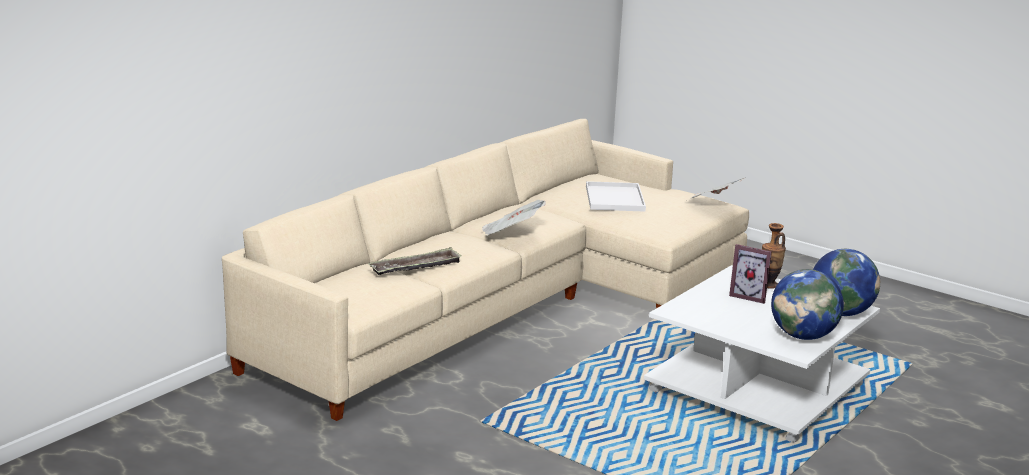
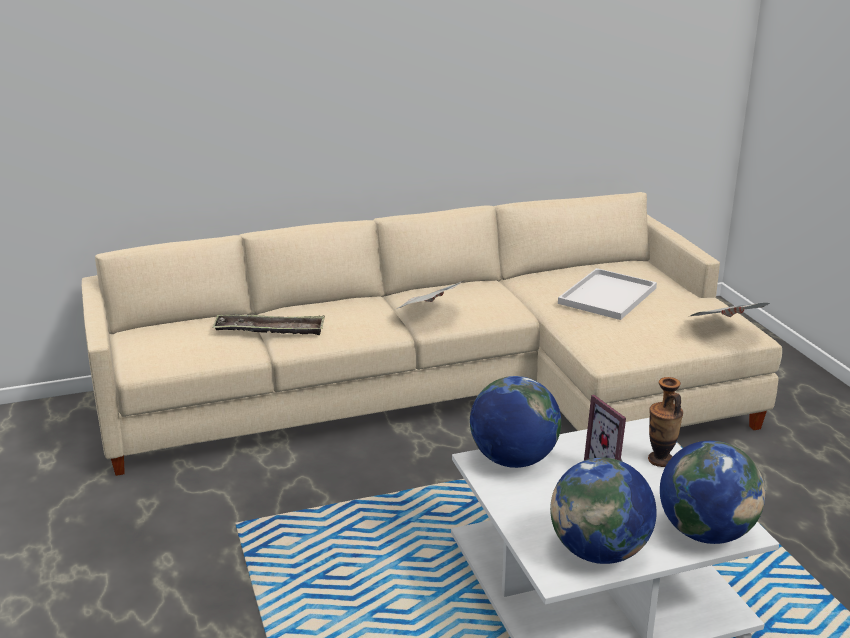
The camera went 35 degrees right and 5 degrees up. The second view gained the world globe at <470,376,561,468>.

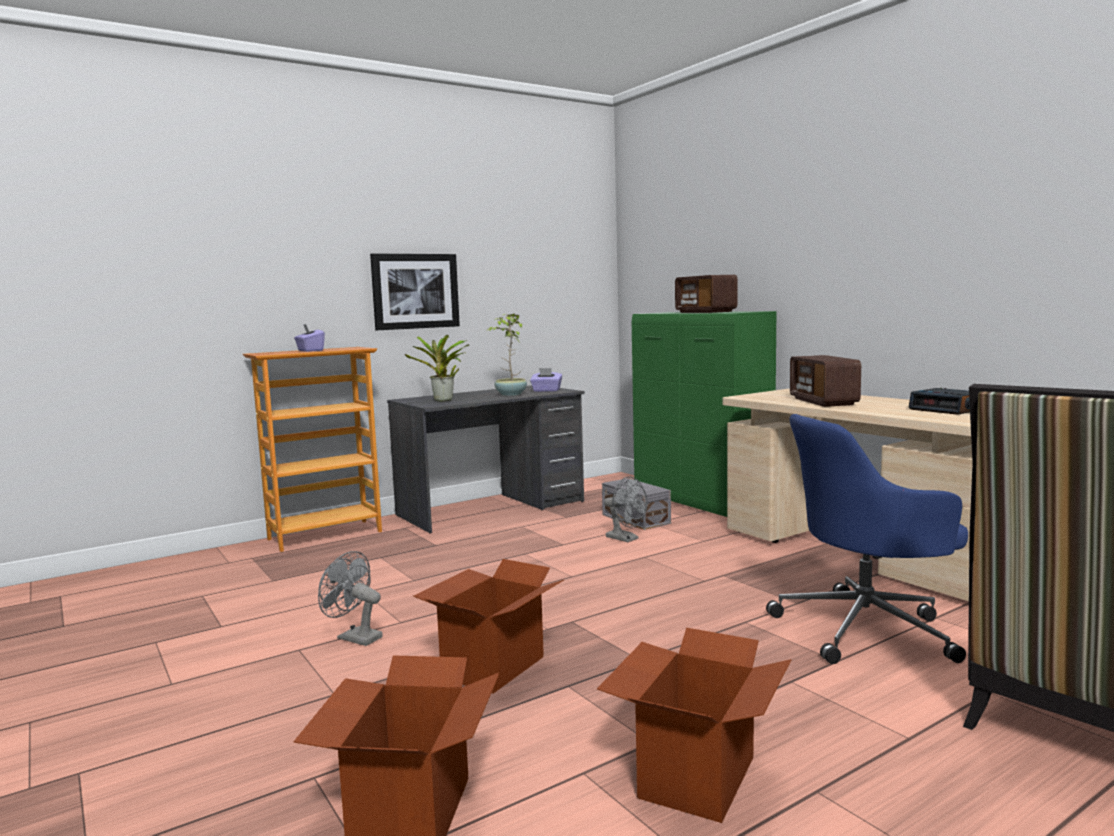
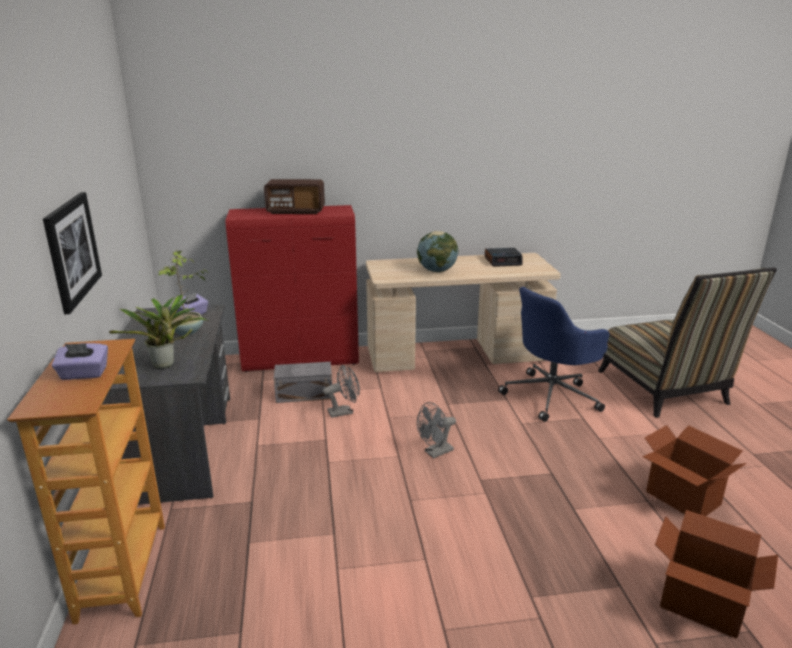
The camera went 65 degrees left and 15 degrees up. What was the green cupboard at <632,311,776,517> turned into the red cupboard at <225,205,359,372>. Where the radio receiver stood at <790,355,861,407>, the world globe came to stand at <417,231,458,272>. The greyish fan ended up elsewhere, having gone from <318,551,383,646> to <417,402,456,458>. The bluish desk chair at <766,414,968,664> ended up facing another way, 45 degrees clockwise from before. The second view lost the cardboard box at <413,559,564,694>.

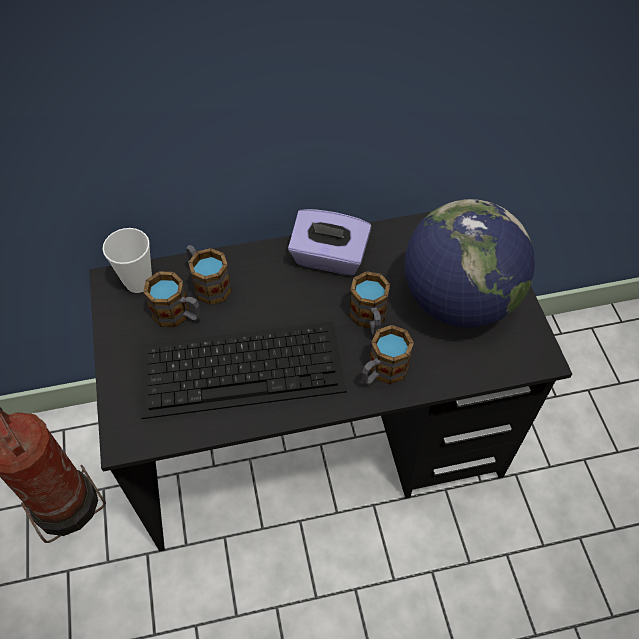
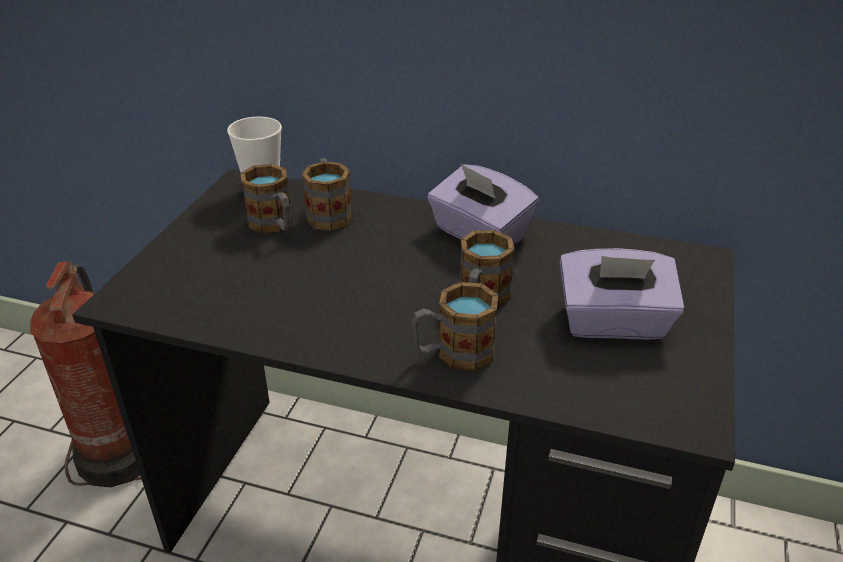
The camera went 30 degrees right and 20 degrees down. Where the world globe stood at <405,199,535,328>, the purple-coloured tissue holder came to stand at <559,248,684,340>. The second view lost the keyboard at <140,322,347,419>.

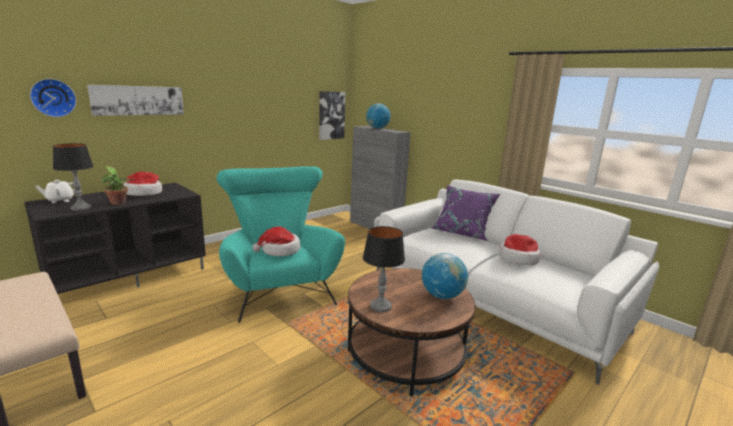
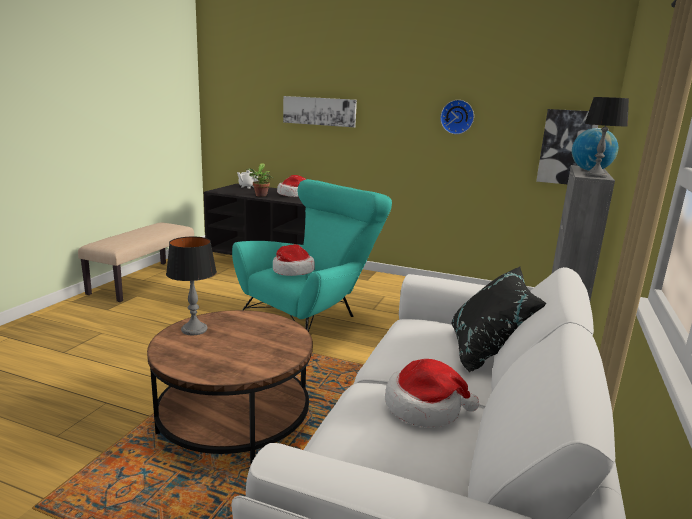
The camera went 65 degrees right and 0 degrees up. The wall clock ended up elsewhere, having gone from <30,79,76,117> to <440,100,474,134>. What was the purple-coloured pillow at <432,185,500,241> turned into the blackish pillow at <451,267,547,372>. The tabletop lamp ended up elsewhere, having gone from <53,143,94,211> to <584,97,629,178>. The second view lost the world globe at <422,253,468,299>.

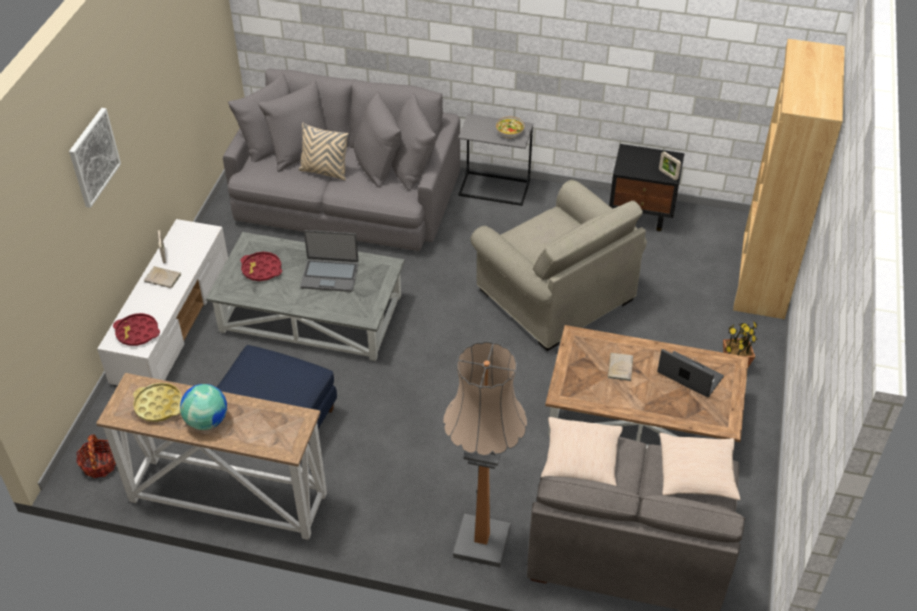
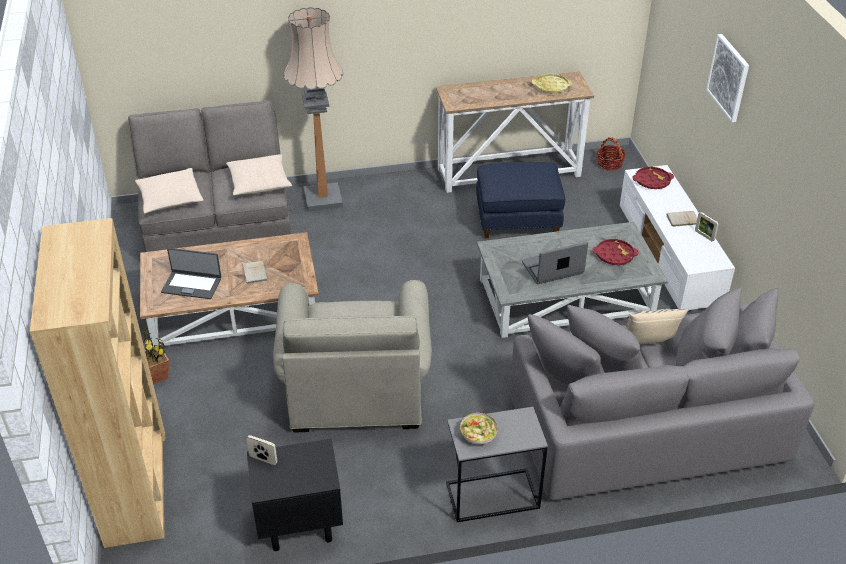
The camera went 155 degrees right and 5 degrees down. The beige easy chair at <471,180,647,351> ended up facing another way, 120 degrees counterclockwise from before. The second view lost the world globe at <180,384,227,430>.

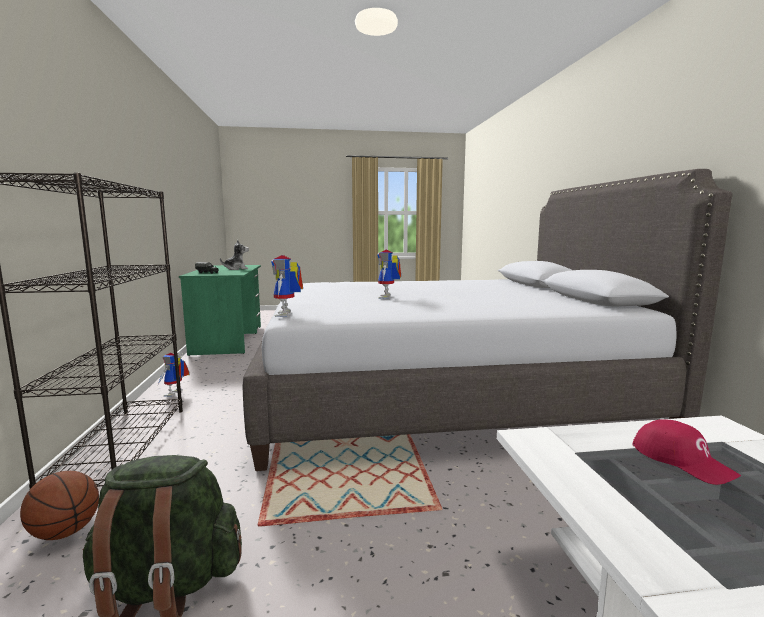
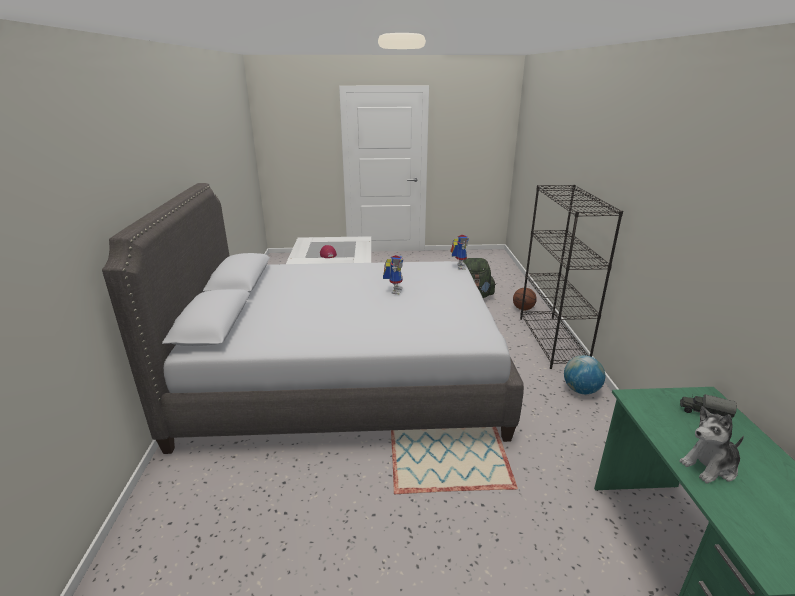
The camera went 175 degrees left and 15 degrees up. Where the toy robot stood at <158,352,190,397>, the world globe came to stand at <564,355,605,394>.

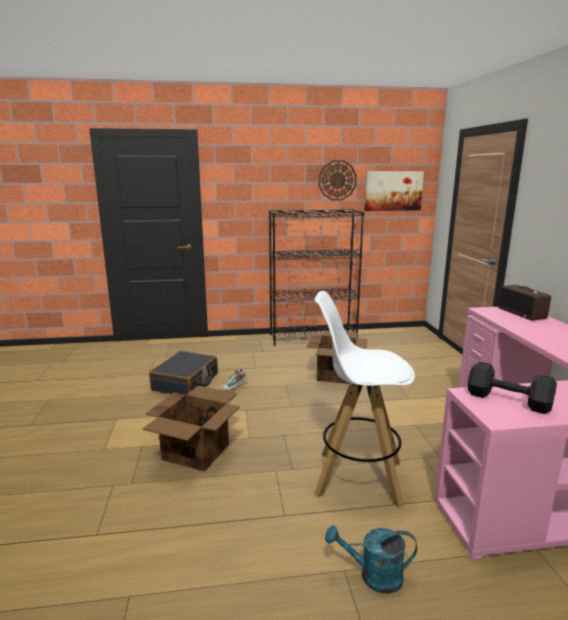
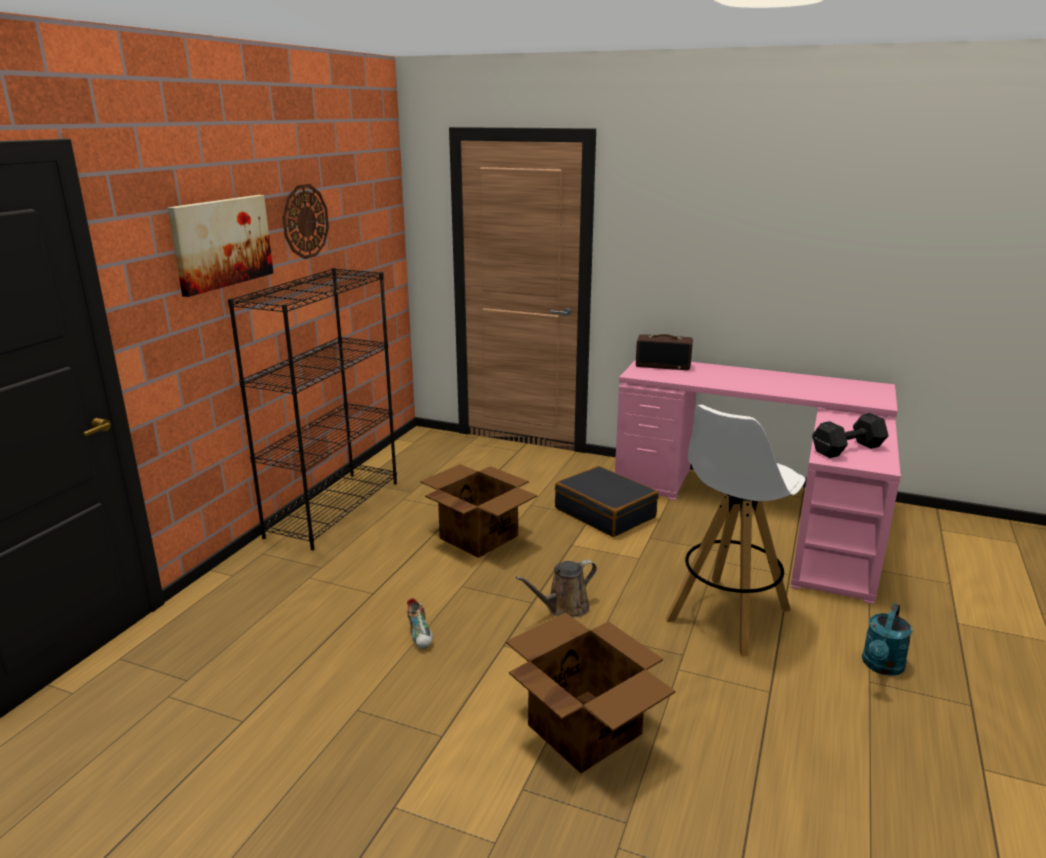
The camera went 60 degrees left and 5 degrees up. The picture ended up elsewhere, having gone from <364,171,424,211> to <168,195,273,297>. The second view gained the brown-coloured watering pot at <516,559,597,618>. The blackish piece of luggage ended up elsewhere, having gone from <149,351,218,395> to <555,466,659,537>.

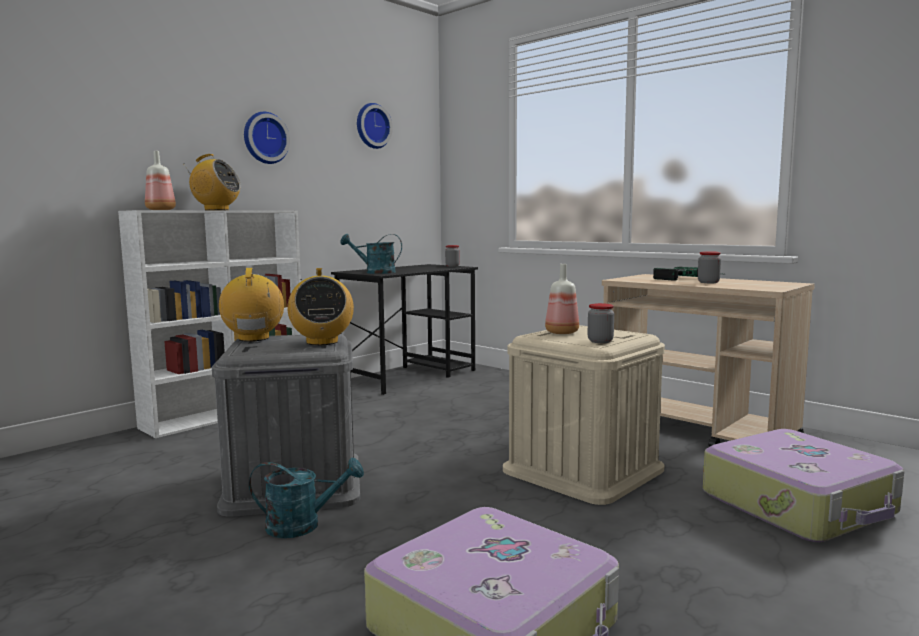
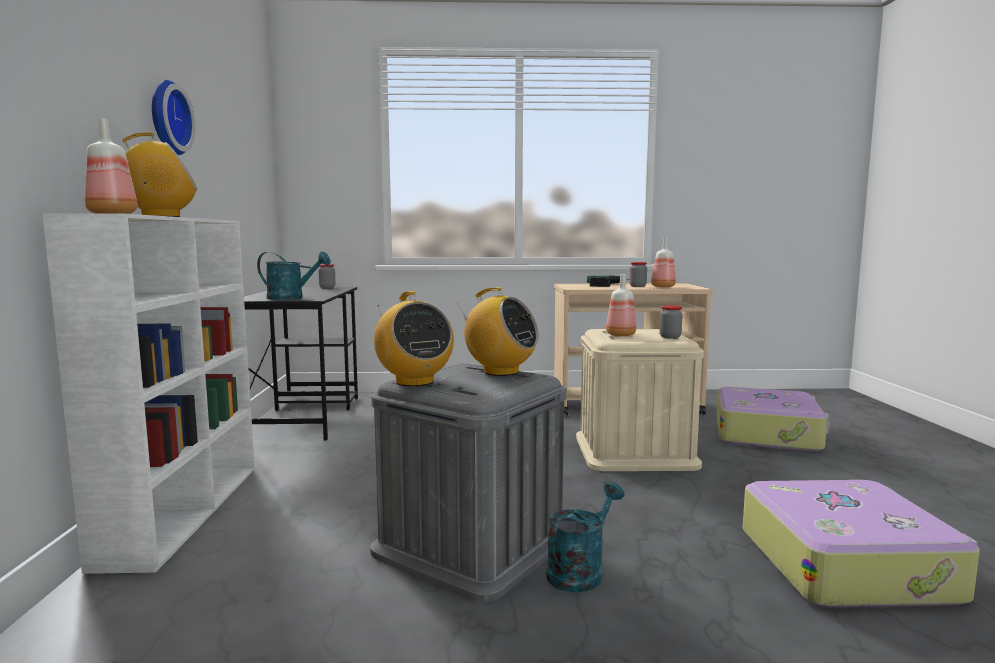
The camera went 45 degrees left and 0 degrees up. The blue-green watering pot at <340,234,402,274> ended up facing another way, 135 degrees counterclockwise from before. The radio receiver at <219,268,284,342> ended up facing another way, 150 degrees counterclockwise from before. The second view gained the drink bottle at <651,238,676,288>. The second view lost the wall clock at <357,103,393,149>.

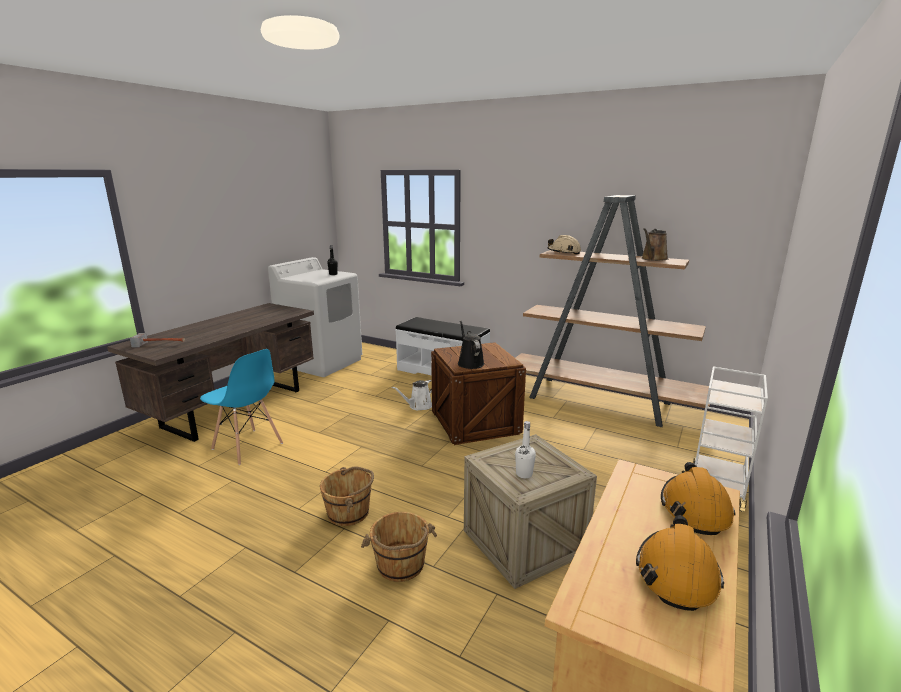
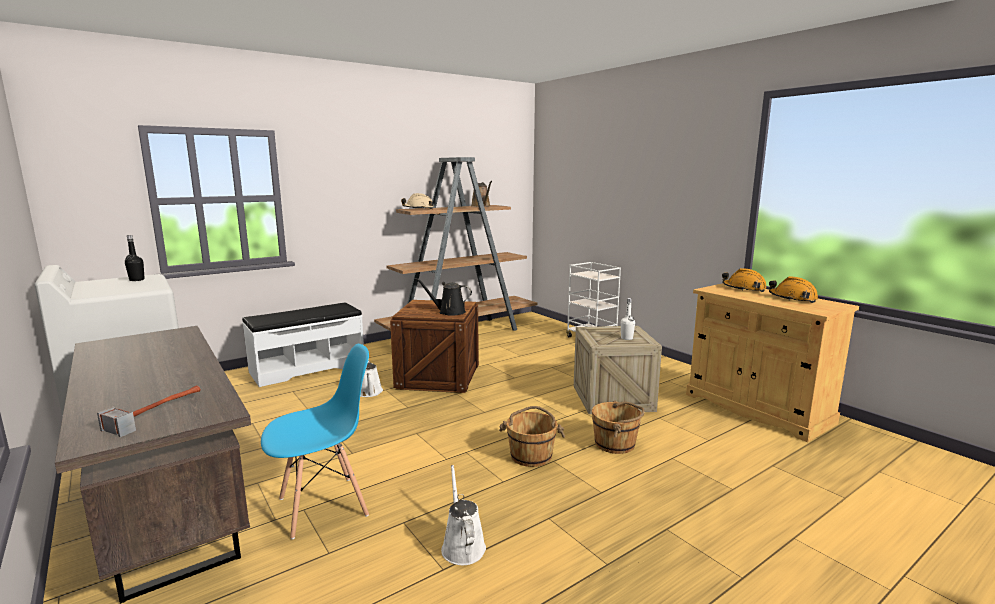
The camera went 65 degrees left and 5 degrees down. The second view gained the white-coloured watering pot at <441,465,486,565>.

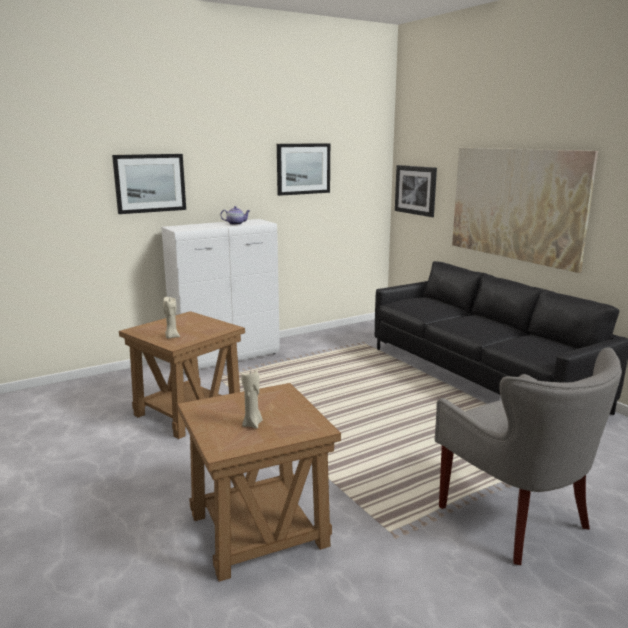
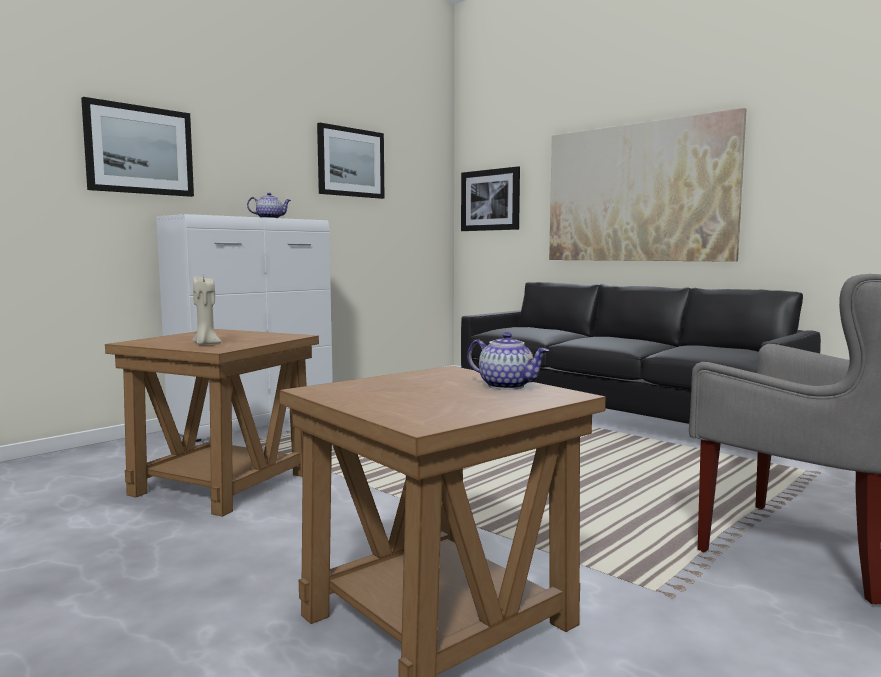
The camera went 15 degrees left and 10 degrees down. The second view gained the teapot at <467,332,549,390>. The second view lost the beige wax light at <241,370,263,429>.

